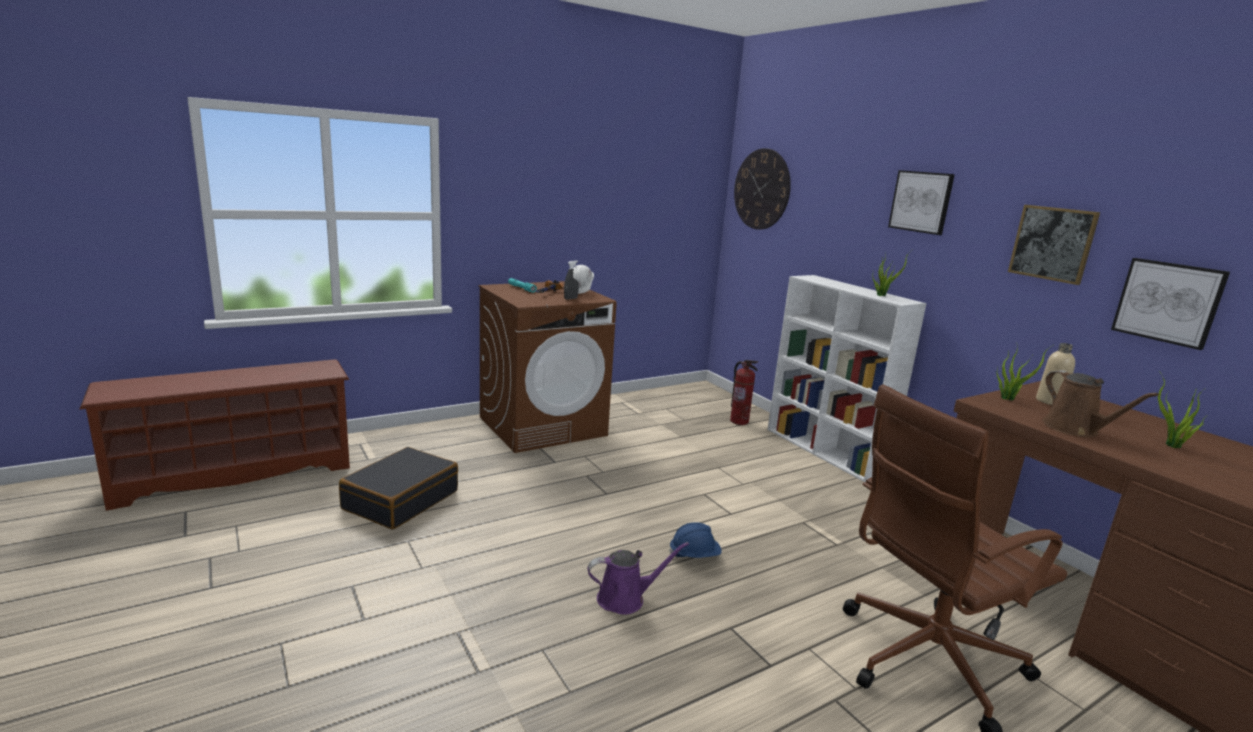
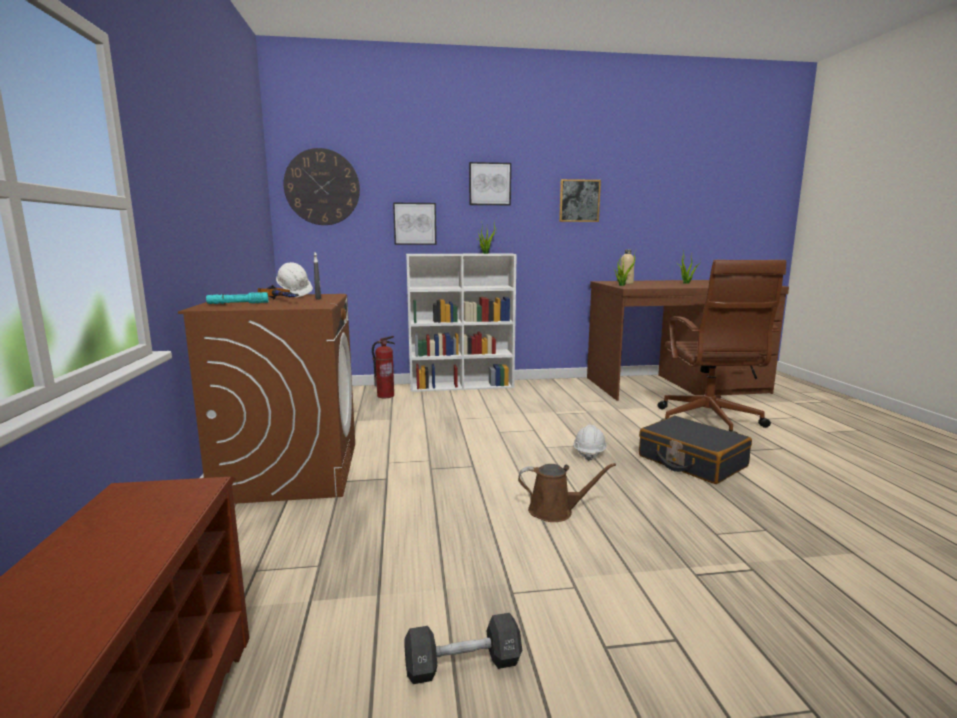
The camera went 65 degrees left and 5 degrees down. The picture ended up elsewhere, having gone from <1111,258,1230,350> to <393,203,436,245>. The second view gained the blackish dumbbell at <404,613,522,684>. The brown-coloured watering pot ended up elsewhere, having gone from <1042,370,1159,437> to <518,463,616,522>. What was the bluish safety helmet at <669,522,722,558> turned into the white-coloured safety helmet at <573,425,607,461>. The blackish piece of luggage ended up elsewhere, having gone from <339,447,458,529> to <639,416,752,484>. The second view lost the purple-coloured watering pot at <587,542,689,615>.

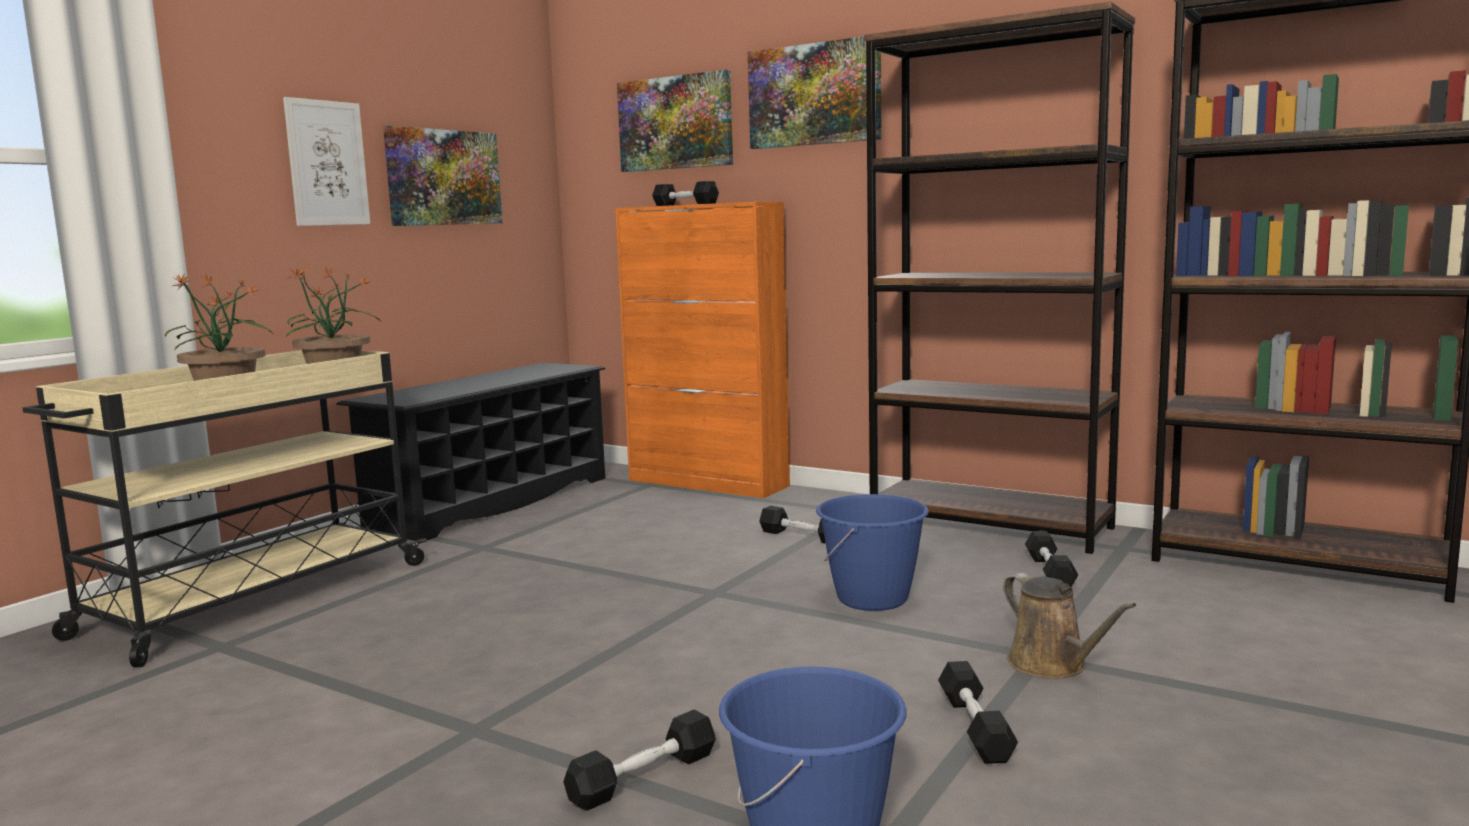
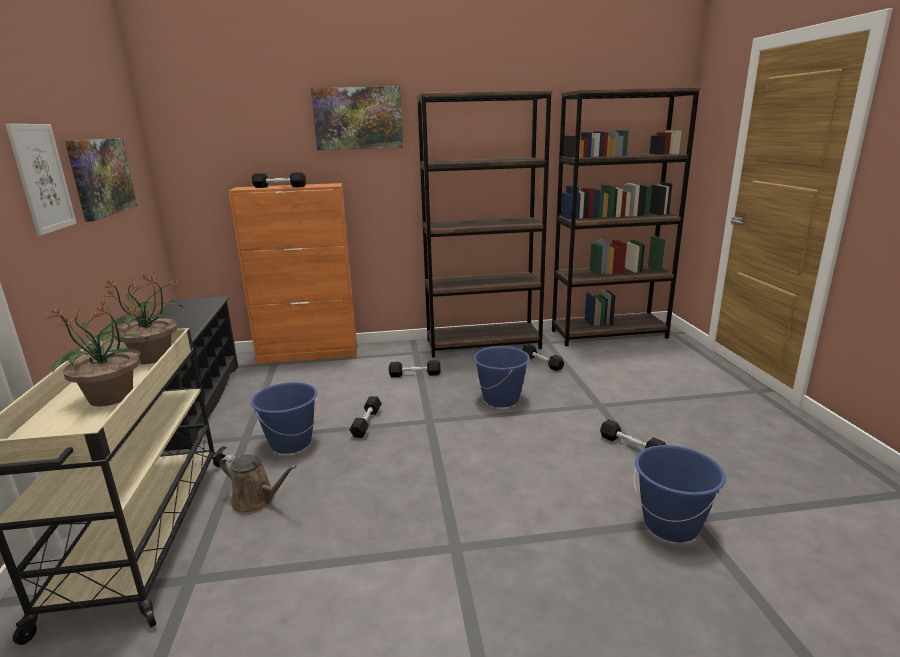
The camera went 40 degrees left and 10 degrees up. The brown-coloured watering pot ended up elsewhere, having gone from <1003,573,1137,679> to <220,454,297,514>. The second view gained the bluish water bucket at <250,382,319,454>. The blackish dumbbell ended up elsewhere, having gone from <563,710,716,811> to <349,396,382,438>. The second view lost the picture at <617,70,733,172>.

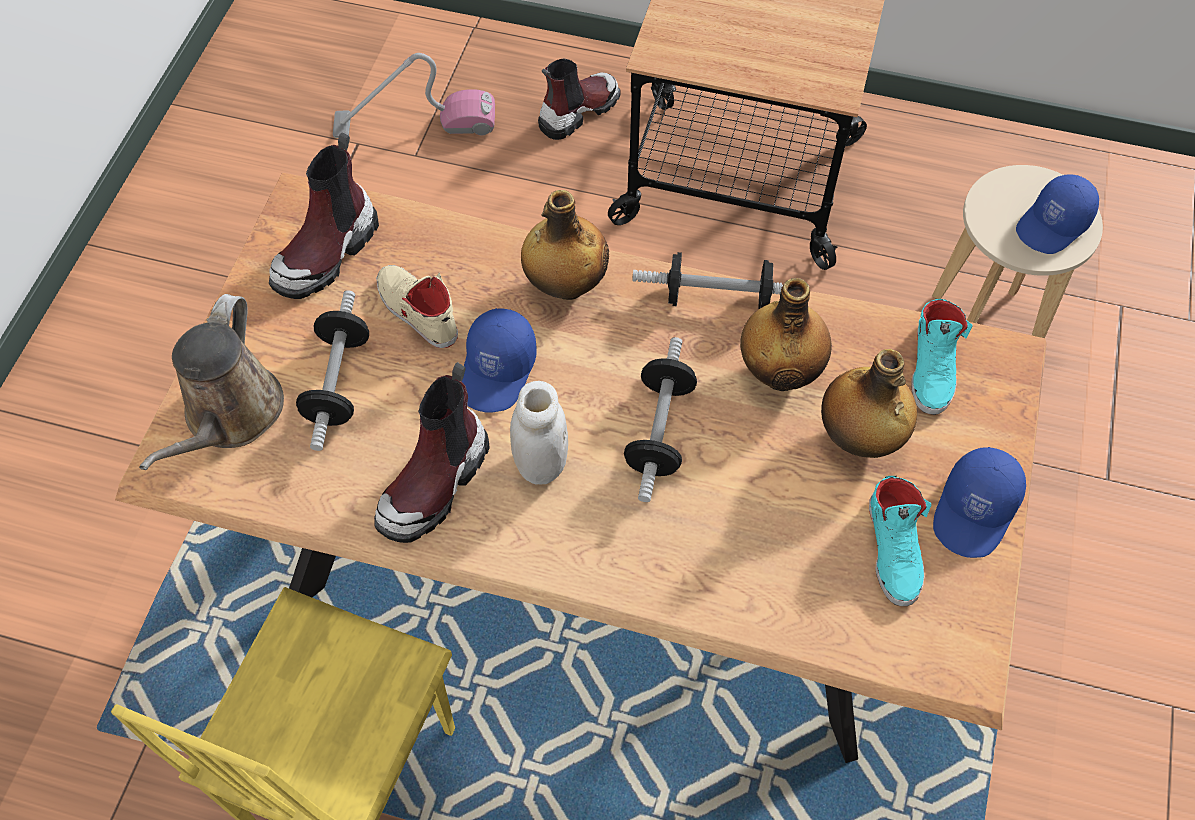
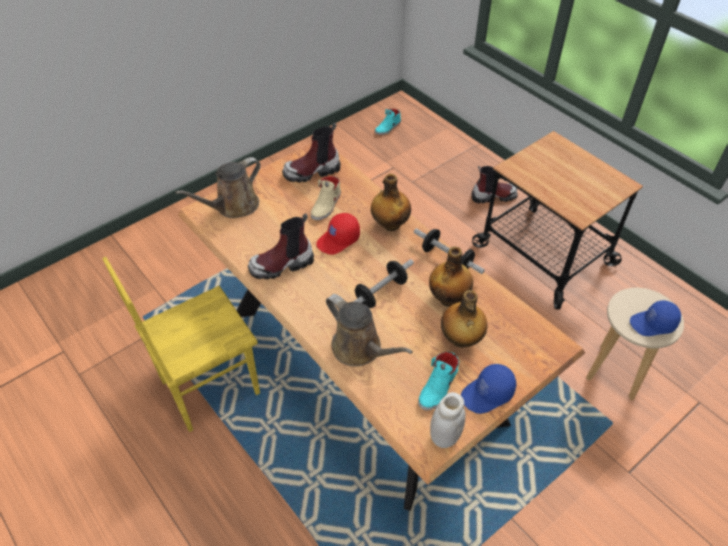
The camera went 35 degrees right and 10 degrees down. The beige low shoe at <376,265,458,348> ended up facing another way, 150 degrees counterclockwise from before. What was the bluish cap at <462,308,537,413> turned into the red cap at <316,213,360,255>. The second view gained the brown-coloured watering pot at <326,294,413,367>. The blue-green low shoe ended up elsewhere, having gone from <911,299,973,415> to <375,109,401,135>. The white-coloured storage jar ended up elsewhere, having gone from <510,381,568,484> to <430,392,466,448>. The second view lost the dumbbell at <296,290,369,451>. The second view lost the vacuum at <333,53,495,138>.

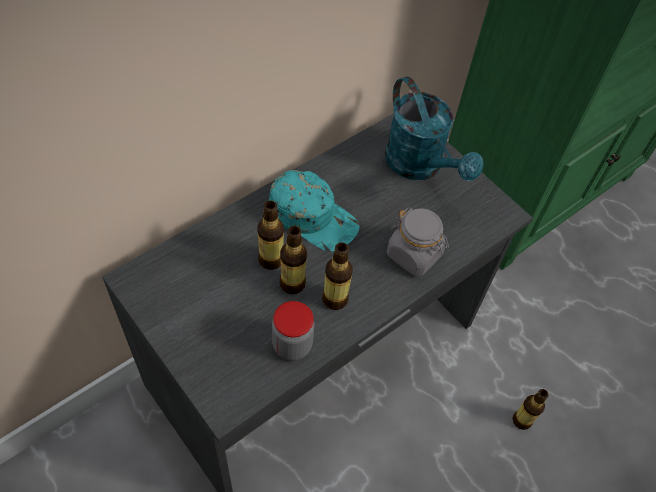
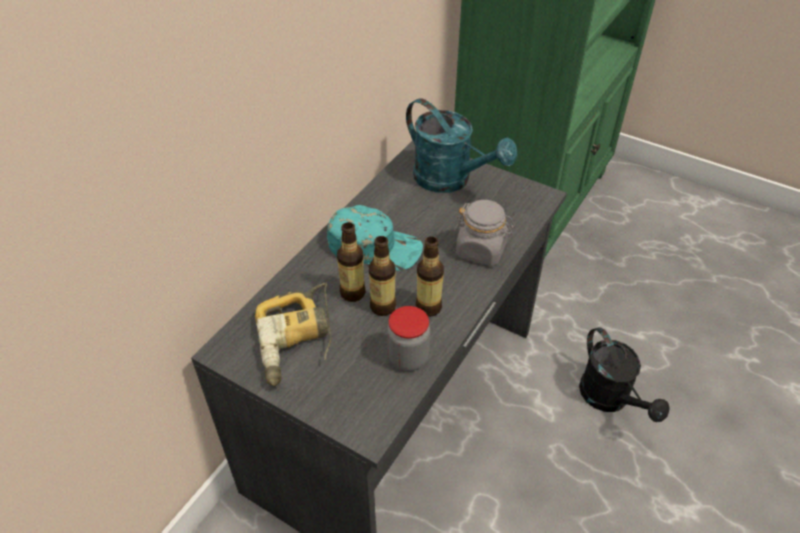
The camera went 15 degrees left and 10 degrees down. The second view gained the drill at <255,283,331,386>. Where the drink bottle stood at <513,389,549,430>, the blackish watering pot came to stand at <579,327,670,422>.

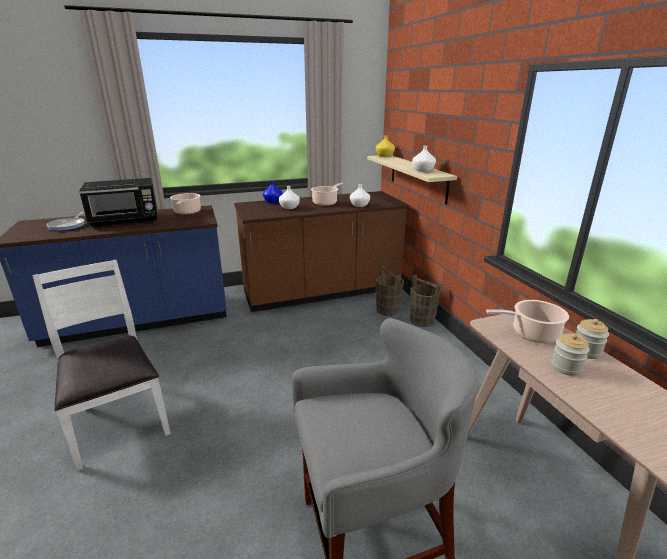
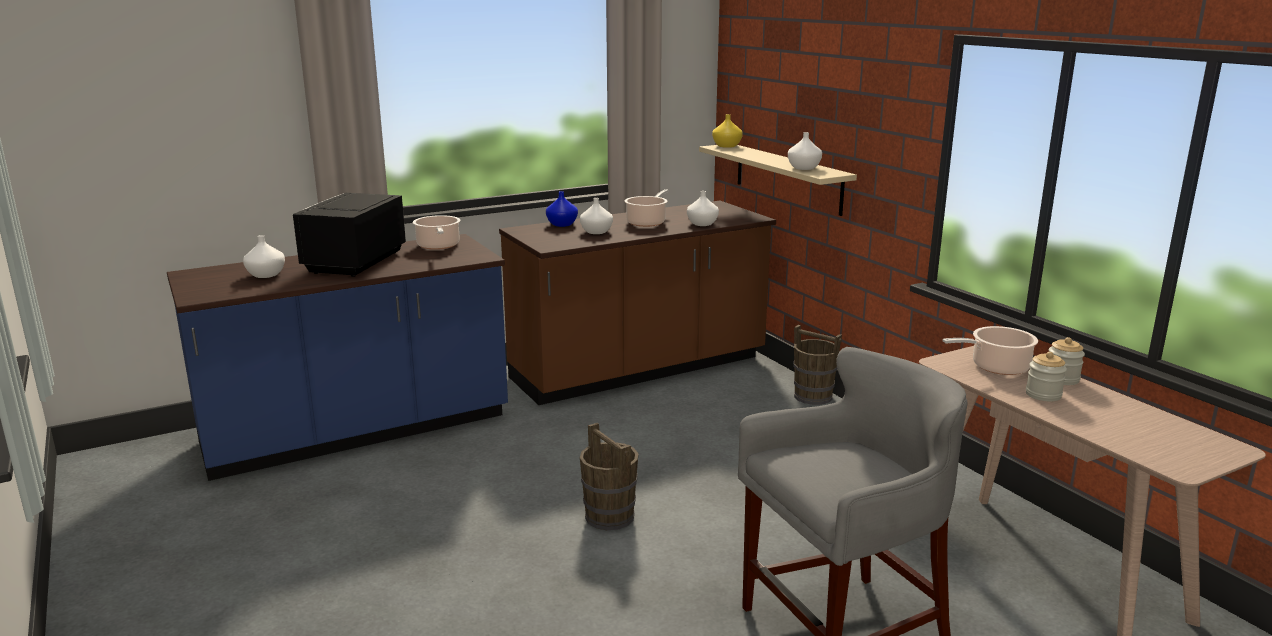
The camera went 10 degrees left and 5 degrees down. Where the frying pan stood at <46,212,85,231>, the white-coloured decorative vase came to stand at <243,235,285,278>. The blackish kitchen microwave at <79,178,157,227> ended up facing another way, 135 degrees clockwise from before. The brown-coloured water bucket ended up elsewhere, having gone from <376,265,404,316> to <580,422,639,530>. The second view lost the white-coloured upright chair at <32,260,171,471>.

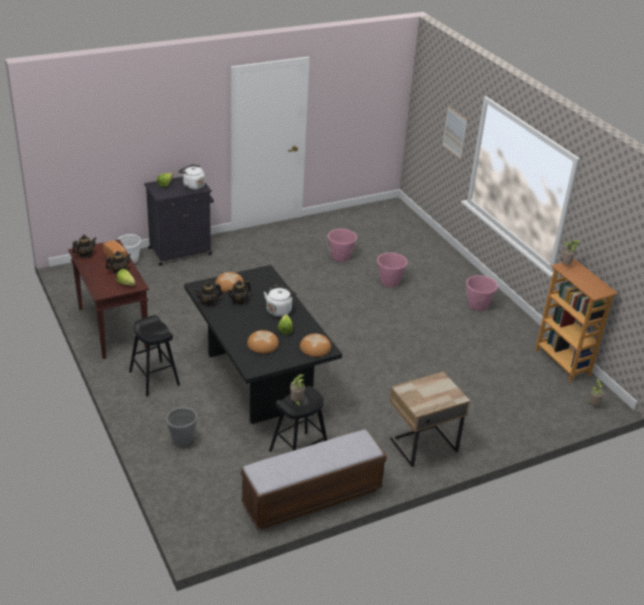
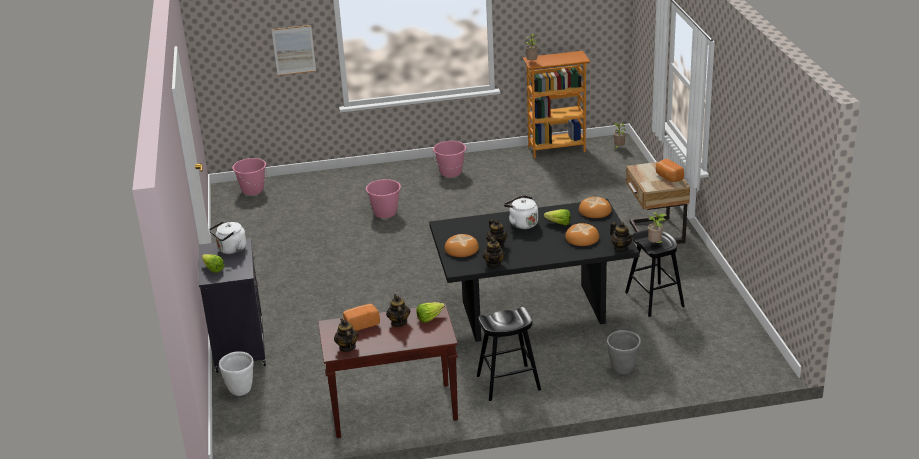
The camera went 70 degrees left and 5 degrees down. The pinkish water bucket ended up elsewhere, having gone from <327,229,357,262> to <232,158,267,195>. The second view gained the teapot at <610,222,633,252>. The second view gained the bakery bread at <656,159,684,182>. The second view lost the bench at <241,429,387,530>.

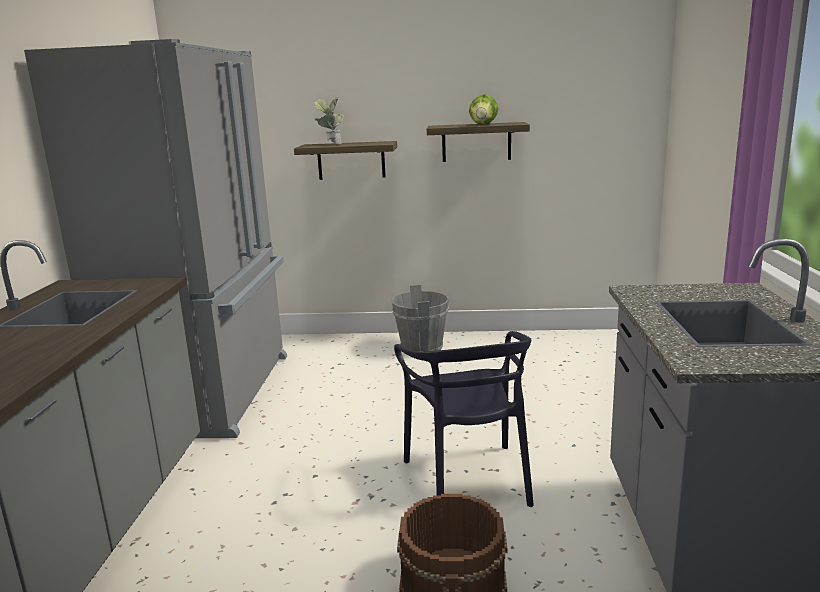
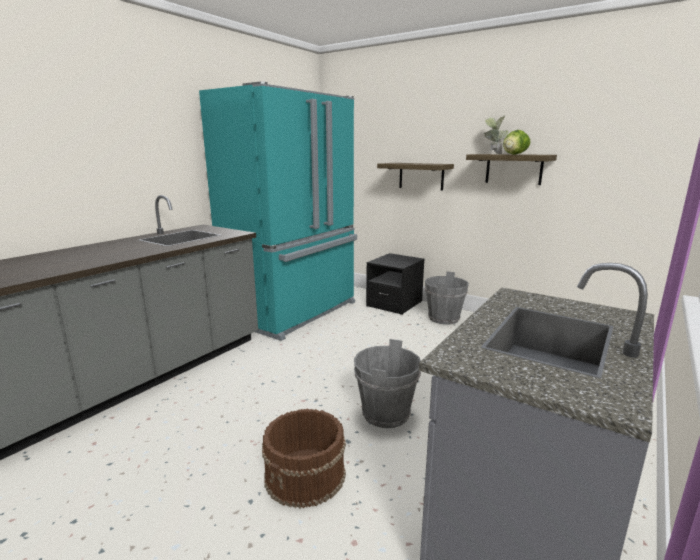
The camera went 30 degrees right and 0 degrees up. What was the greyish kitchen fridge at <24,39,287,438> turned into the blue-green kitchen fridge at <199,81,357,341>. Where the blackish upright chair stood at <394,331,534,507>, the greyish water bucket came to stand at <354,339,421,428>. The second view gained the blackish night table at <366,253,424,315>. The houseplant ended up elsewhere, having gone from <314,97,344,144> to <484,116,509,154>.

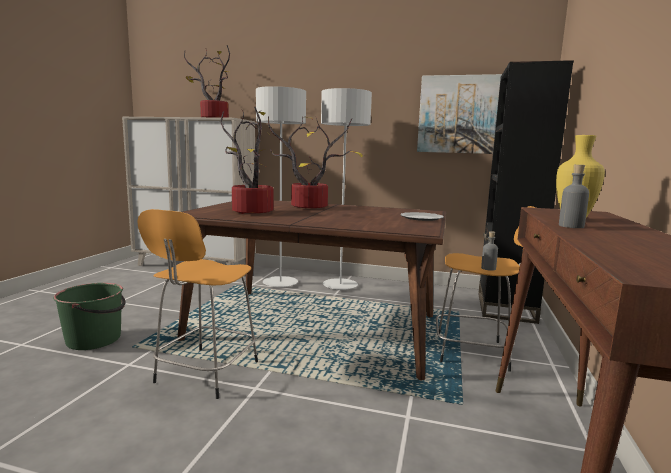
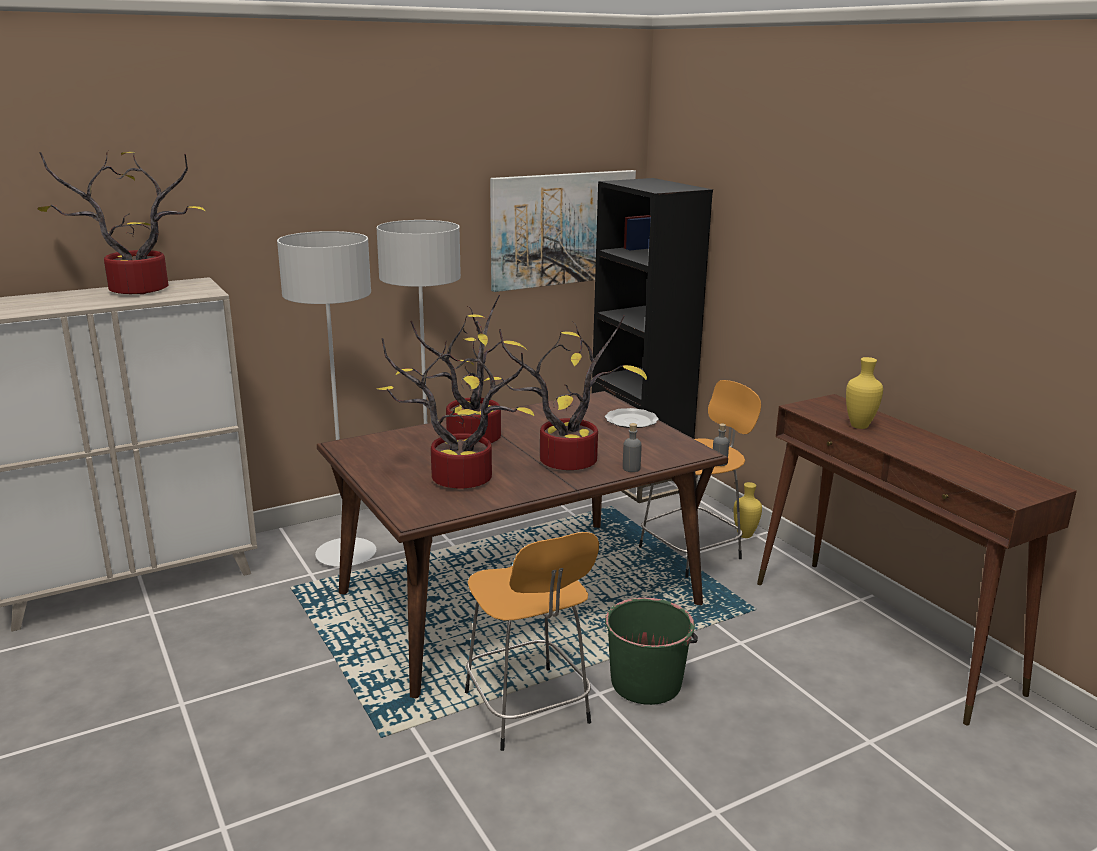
The camera went 45 degrees left and 10 degrees up. The second view gained the houseplant at <484,315,647,470>. The green water bucket ended up elsewhere, having gone from <53,283,125,350> to <605,598,698,705>. The greyish drink bottle ended up elsewhere, having gone from <559,165,589,228> to <623,423,642,472>. The second view gained the yellow-coloured decorative vase at <734,482,762,538>.

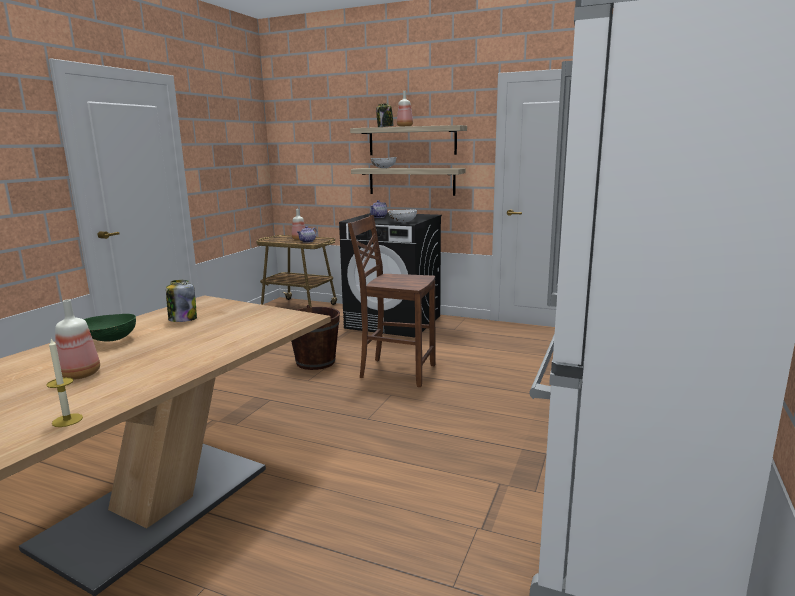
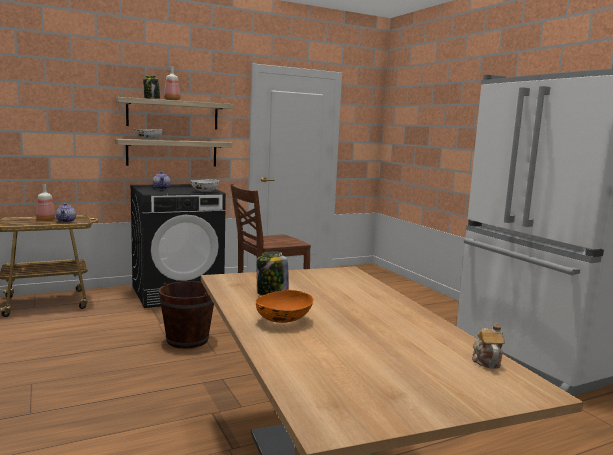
The camera went 50 degrees left and 5 degrees down. What was the green bowl at <84,314,136,342> turned into the orange-coloured bowl at <255,290,314,323>. Where the wax light stood at <46,338,83,427>, the teapot came to stand at <472,323,505,369>. The second view lost the drink bottle at <55,300,100,380>.

